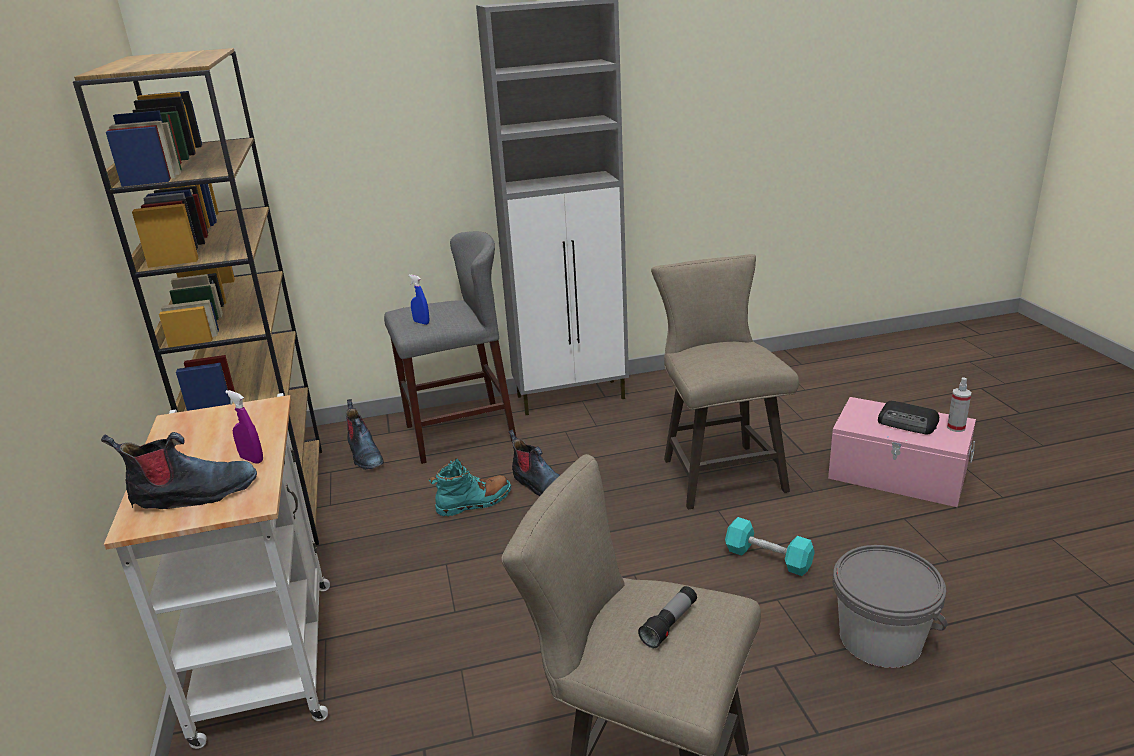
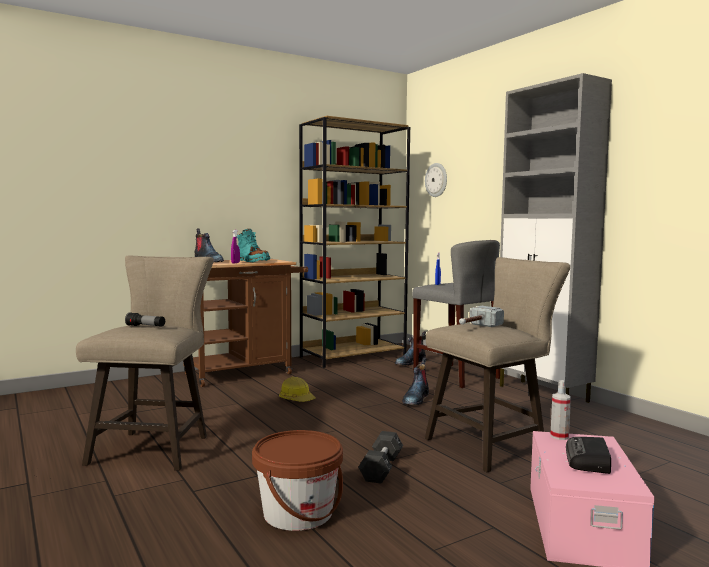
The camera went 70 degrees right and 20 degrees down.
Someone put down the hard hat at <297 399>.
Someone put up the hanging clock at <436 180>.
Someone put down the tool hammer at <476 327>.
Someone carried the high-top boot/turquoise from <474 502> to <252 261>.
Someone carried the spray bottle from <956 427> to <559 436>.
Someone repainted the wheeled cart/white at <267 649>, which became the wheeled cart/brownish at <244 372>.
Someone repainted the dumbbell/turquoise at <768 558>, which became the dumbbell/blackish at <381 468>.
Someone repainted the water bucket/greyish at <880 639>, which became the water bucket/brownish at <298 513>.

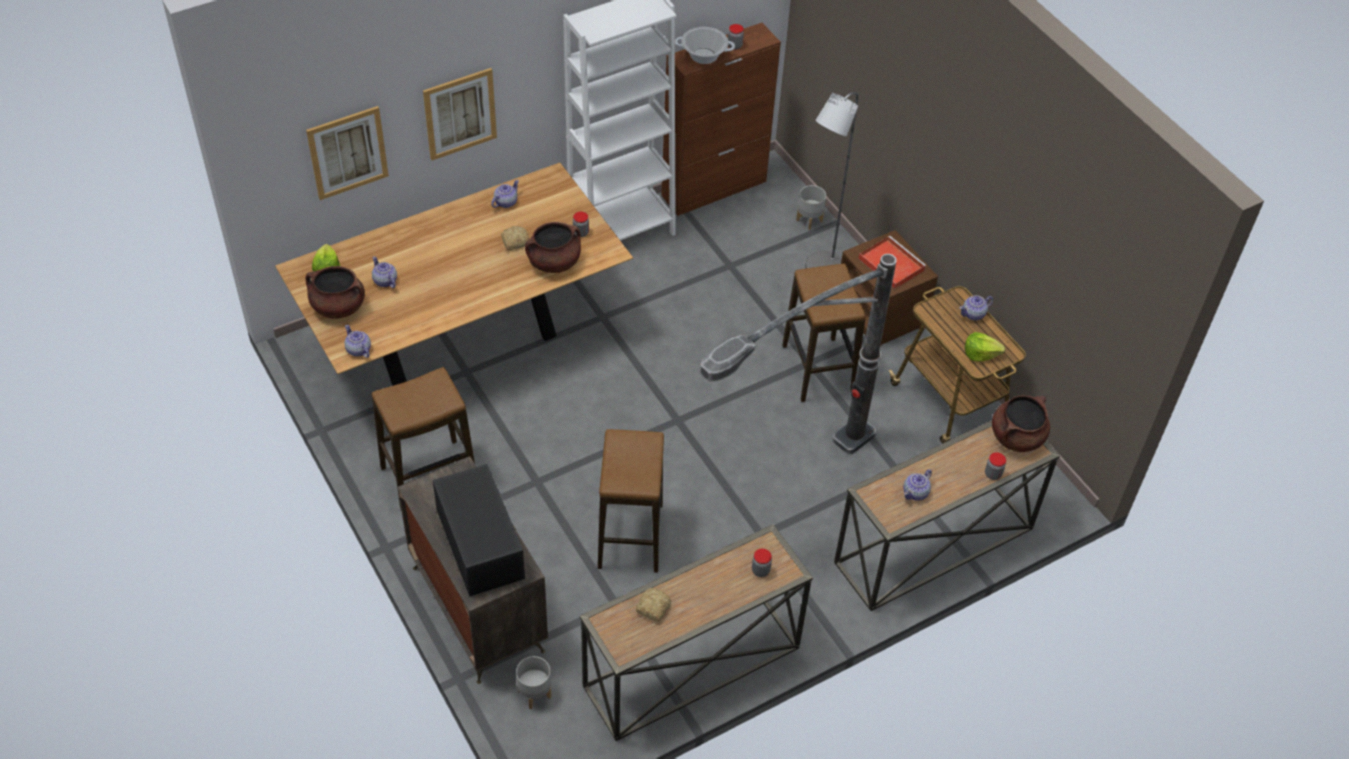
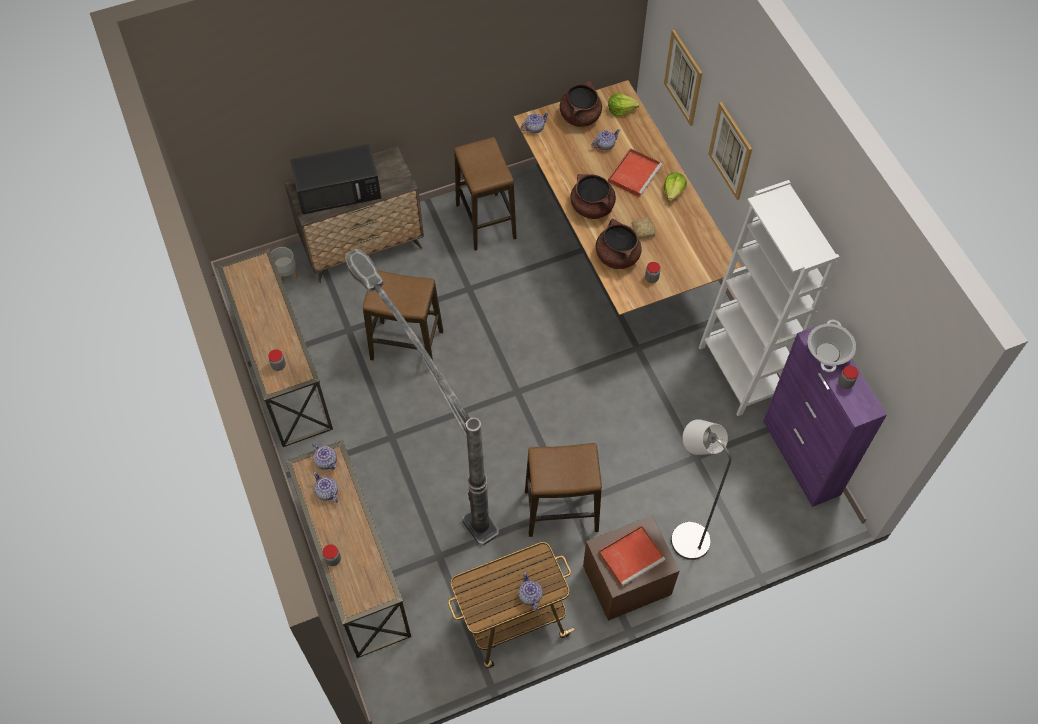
The camera went 100 degrees right and 10 degrees up.
Someone took away the baked bread at <652 608>.
Someone took away the planter/greyish at <809 220>.
Someone put down the serving tray/reddish at <634 173>.
Someone carried the tea pot from <505 202> to <326 461>.
Someone carried the lettuce head from <980 354> to <673 192>.
Someone carried the saucepot/brownish from <1017 437> to <592 207>.
Someone repainted the cabinet/brownish at <714 188>, which became the cabinet/purple at <801 458>.

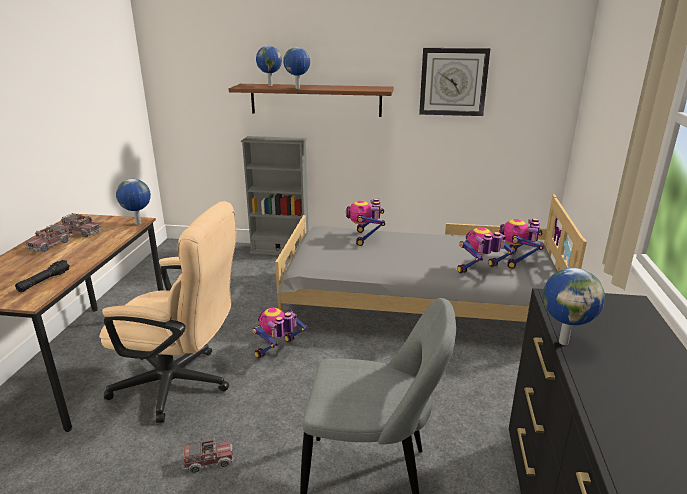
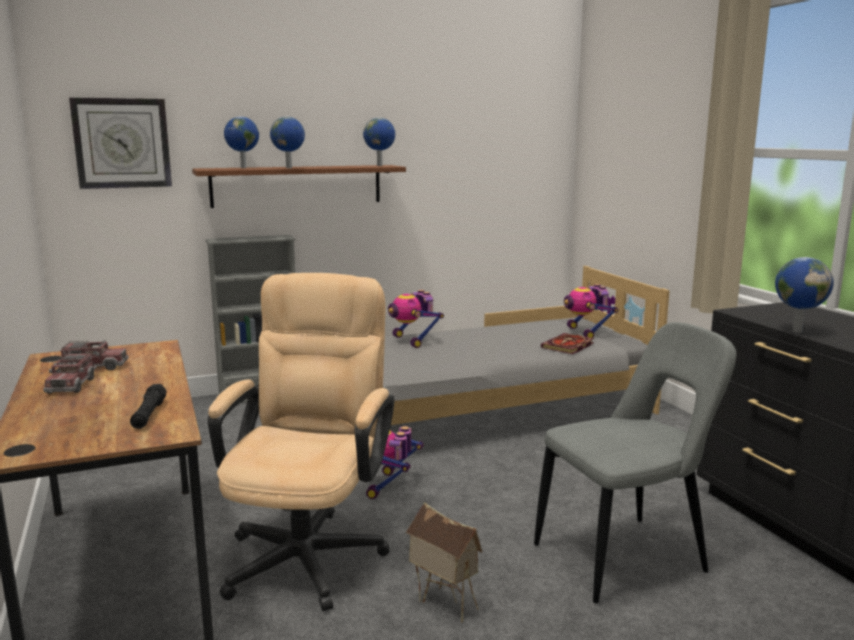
The camera went 30 degrees left and 10 degrees down.
Someone carried the globe from <138 224> to <380 166>.
Someone carried the hanging clock from <453 82> to <122 143>.
Someone swapped the toy lorry at <208 461> for the toy house at <443 604>.
Someone swapped the toy robot at <480 272> for the volume at <568 346>.
Someone rotated the office chair/beige at <182 384> by 60 degrees counterclockwise.

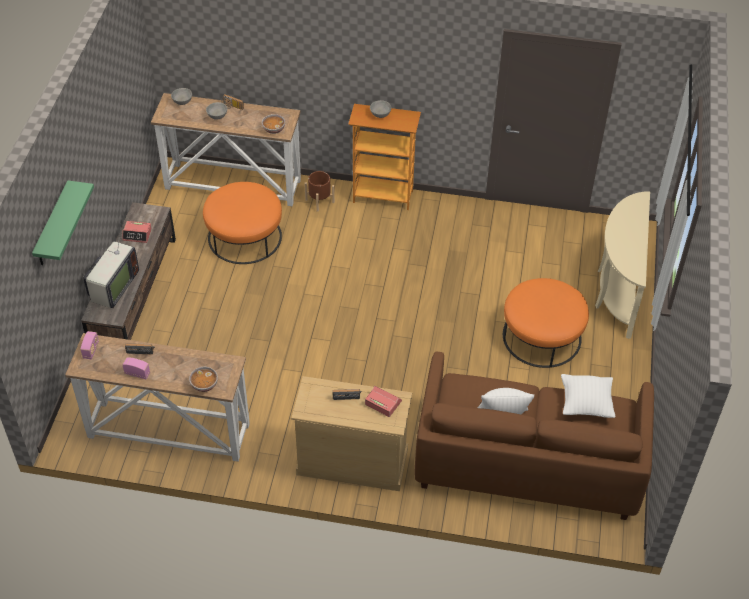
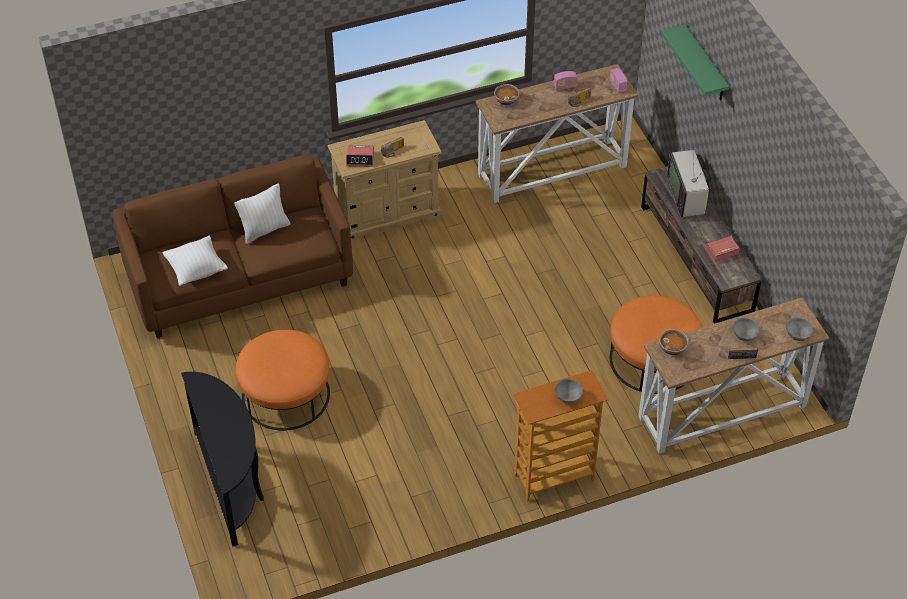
The camera went 150 degrees right and 0 degrees up.
Someone took away the planter/brownish at <319 201>.
Someone repainted the console table/beige at <616 290>, which became the console table/blackish at <232 483>.

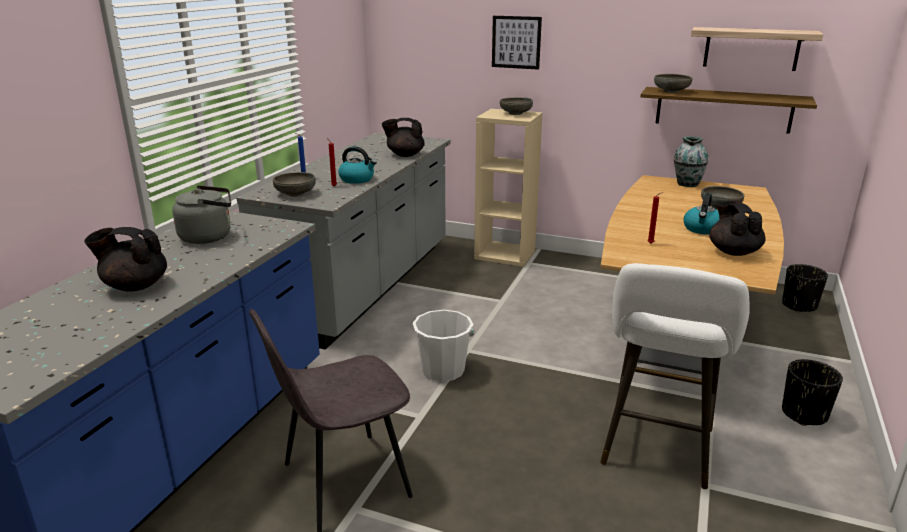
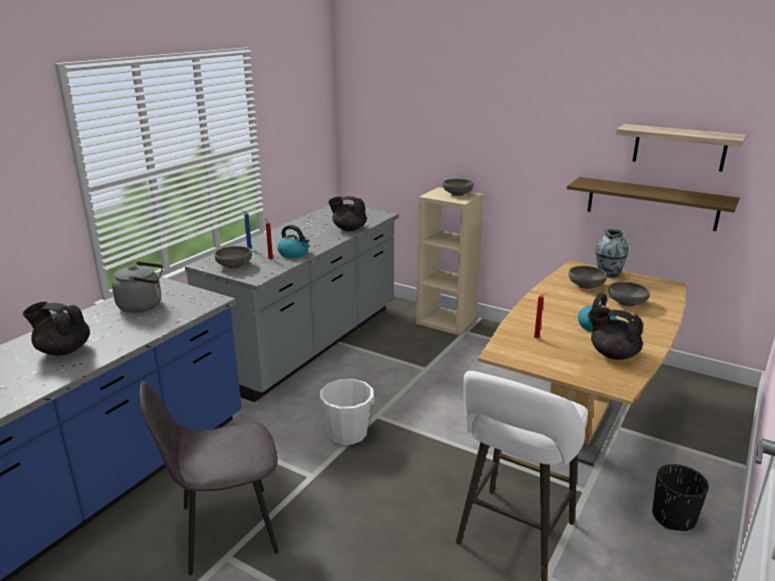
The camera went 10 degrees right and 0 degrees up.
Someone took away the wall picture at <516 42>.
Someone took away the planter/blackish at <799 306>.
Someone carried the bowl/greyish from <671 91> to <585 286>.
Someone rotated the tea pot/blackish at <733 251> by 60 degrees counterclockwise.

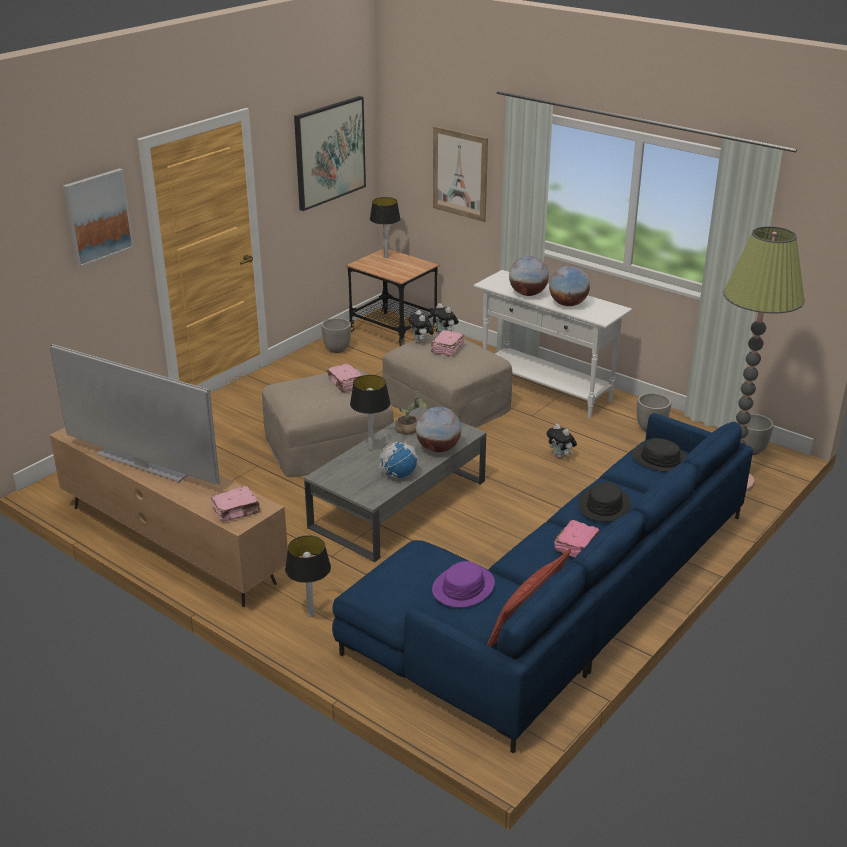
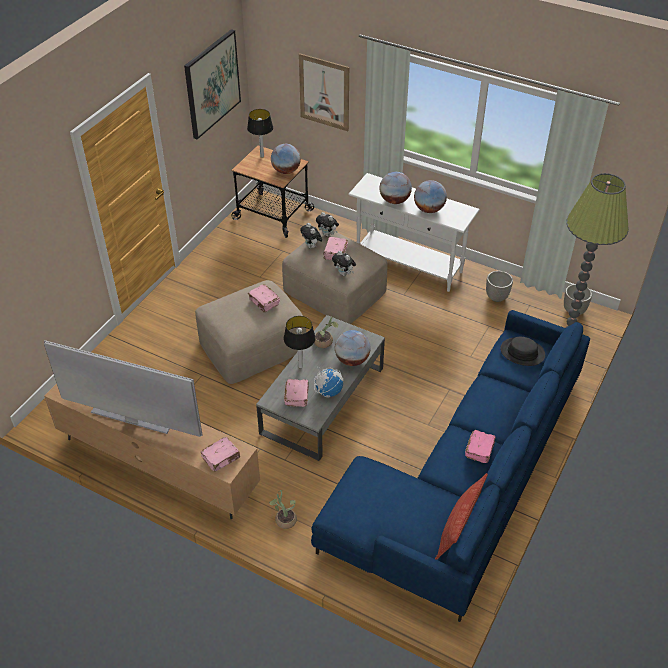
The camera went 10 degrees left and 15 degrees up.
Someone took away the wall picture at <97 216>.
Someone took away the planter at <337 349>.
Someone took away the hat/purple at <463 587>.
Someone took away the hat/blackish at <604 505>.
Someone put down the globe at <286 171>.
Someone put down the volume/pink-coloured at <297 396>.
Someone carried the cuddly toy from <560 456> to <344 274>.
Someone swapped the lamp for a table at <310 614> for the houseplant at <284 519>.

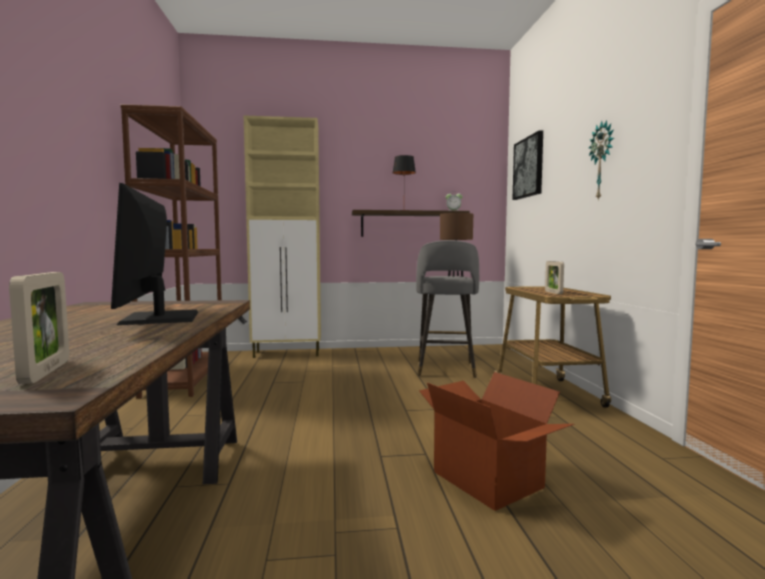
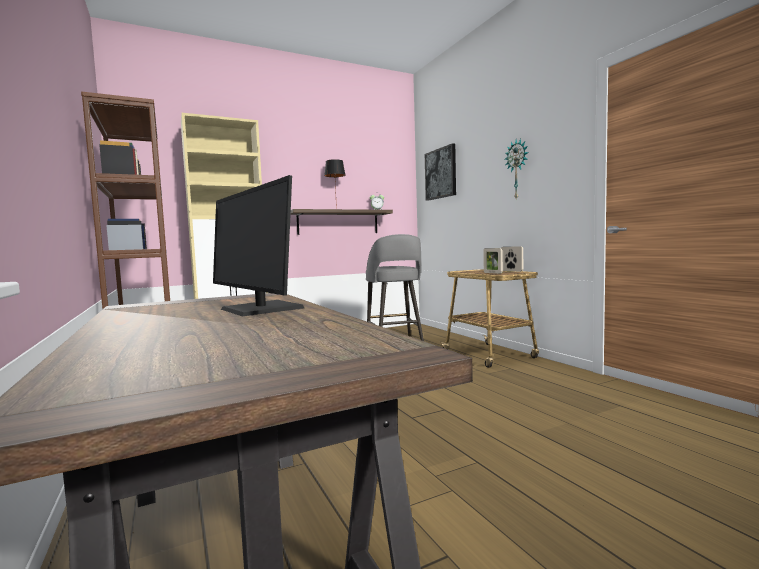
The camera went 20 degrees left and 0 degrees up.
Someone took away the carton at <489 479>.
Someone took away the lamp for a table/brownish at <455 276>.
Someone carried the photo frame from <46 371> to <511 271>.

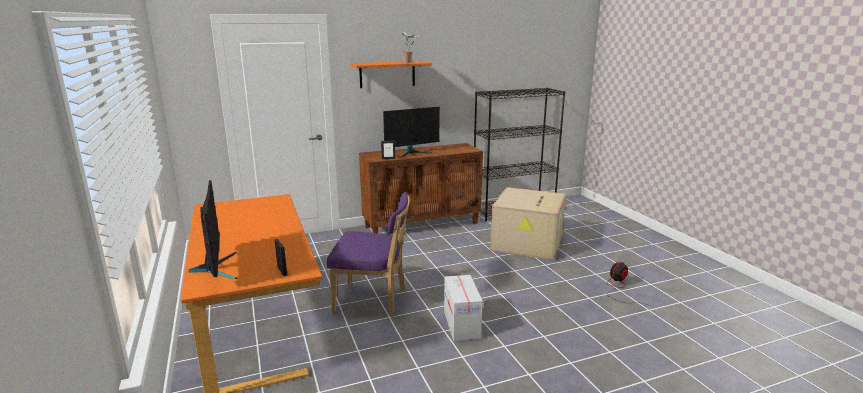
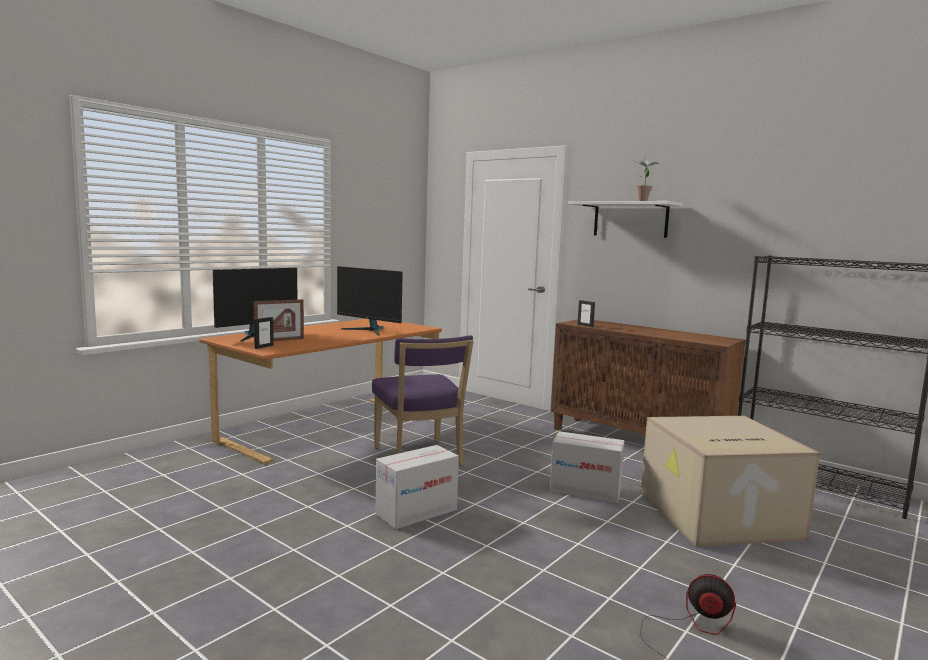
The camera went 60 degrees right and 10 degrees down.
Someone put down the photo frame at <279 340>.
Someone put down the carton at <585 490>.
Someone carried the computer screen from <412 153> to <369 330>.
Someone repainted the shelf/orange at <387 74>, which became the shelf/white at <630 219>.

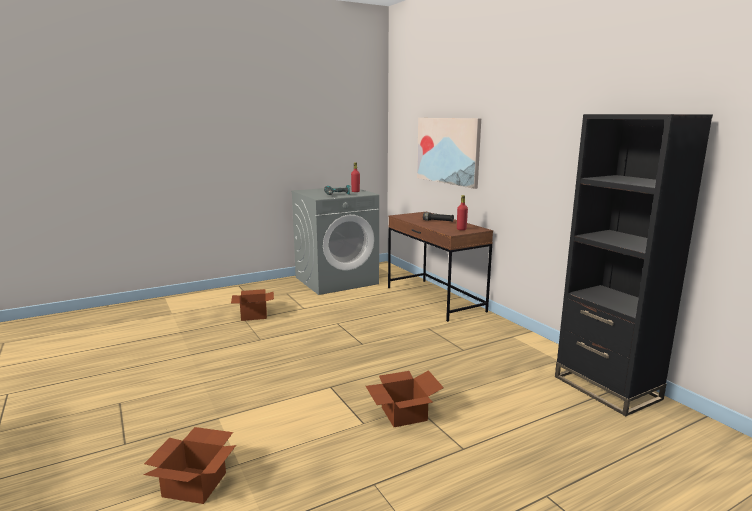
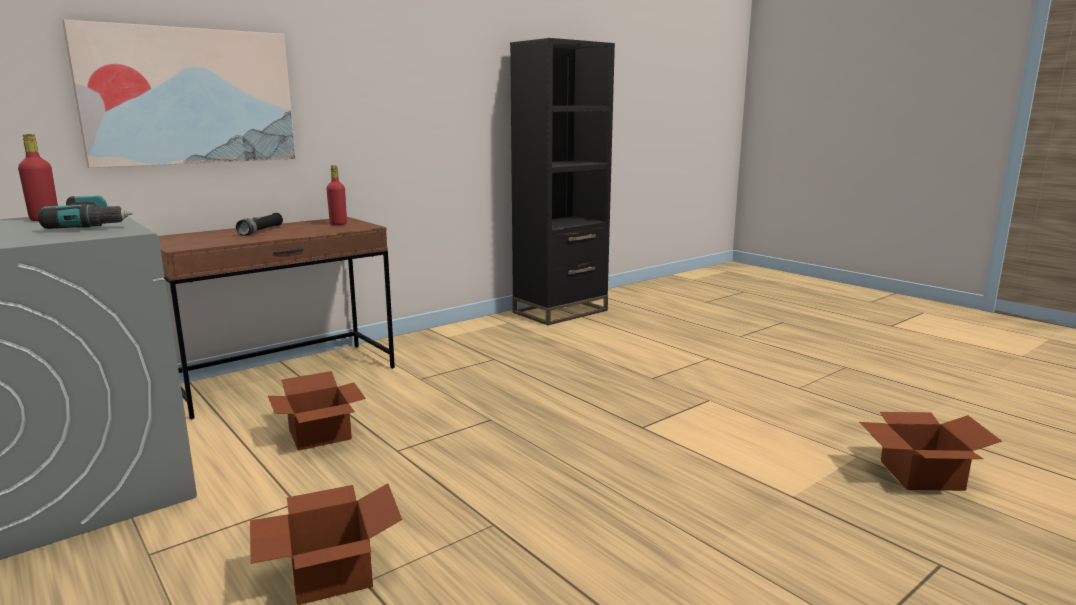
The camera went 100 degrees left and 0 degrees up.
Someone carried the carton from <402 413> to <319 435>.

